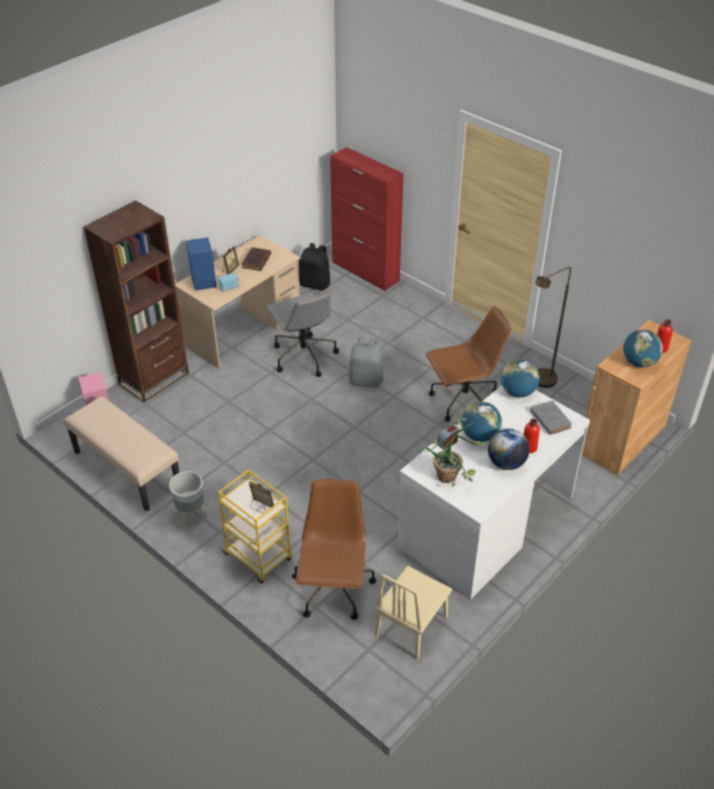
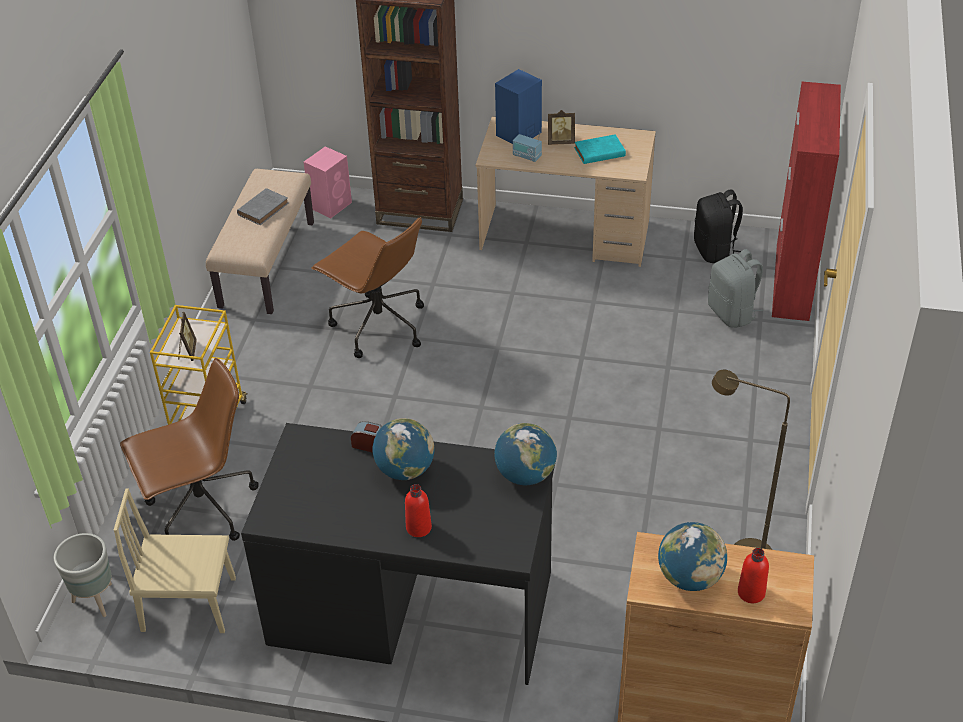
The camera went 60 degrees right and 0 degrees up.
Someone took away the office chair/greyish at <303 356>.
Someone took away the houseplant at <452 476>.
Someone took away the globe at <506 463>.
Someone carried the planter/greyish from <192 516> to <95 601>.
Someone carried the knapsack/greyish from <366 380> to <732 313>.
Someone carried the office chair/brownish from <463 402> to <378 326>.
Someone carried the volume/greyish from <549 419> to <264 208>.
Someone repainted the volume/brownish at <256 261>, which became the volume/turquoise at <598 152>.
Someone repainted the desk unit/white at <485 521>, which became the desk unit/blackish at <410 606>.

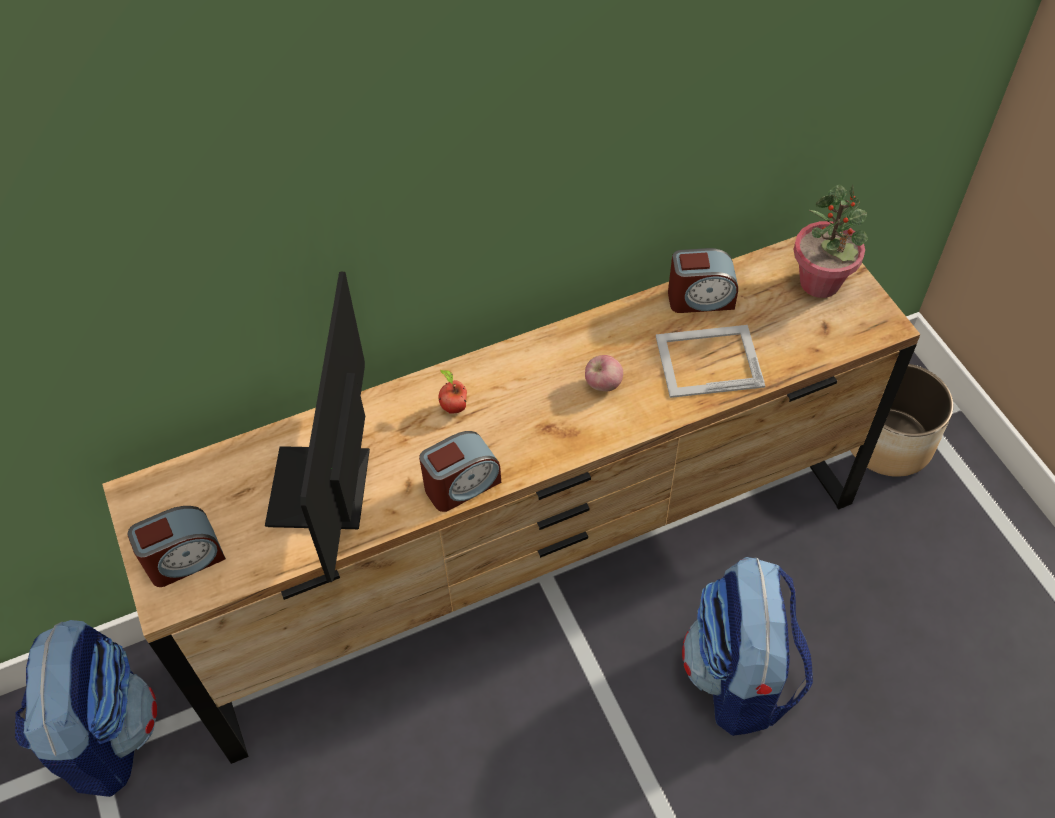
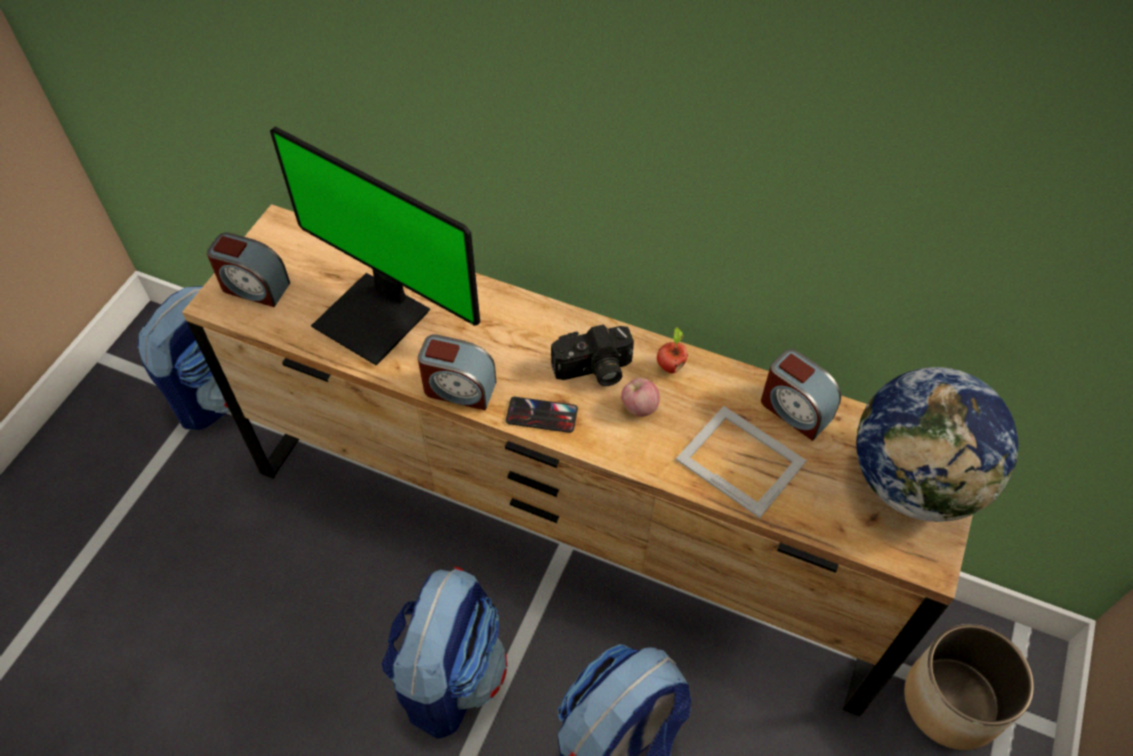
The camera went 45 degrees right and 0 degrees up.
Someone put down the knapsack at <450 674>.
Someone put down the handset at <541 415>.
Someone put down the photo camera at <594 370>.
Someone carried the whole apple from <453 407> to <670 366>.
Someone swapped the houseplant at <820 283> for the globe at <914 482>.
Someone rotated the computer screen at <325 491> by 105 degrees counterclockwise.

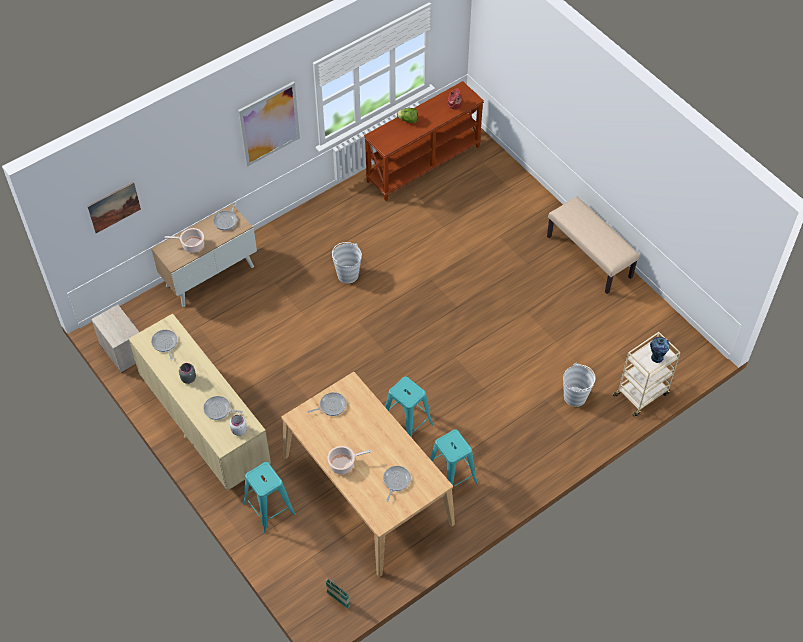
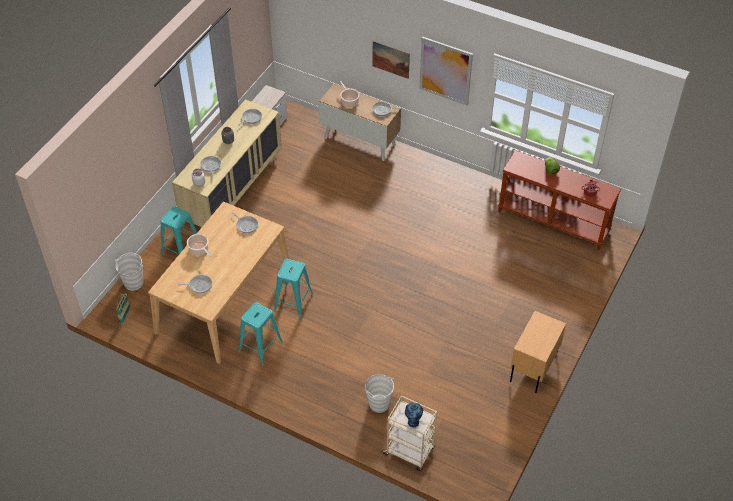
The camera went 65 degrees right and 5 degrees down.
Someone carried the wall picture from <114 207> to <391 59>.
Someone carried the water bucket/white from <347 274> to <134 283>.
Someone swapped the long seat/beige at <590 257> for the night table/beige at <533 367>.

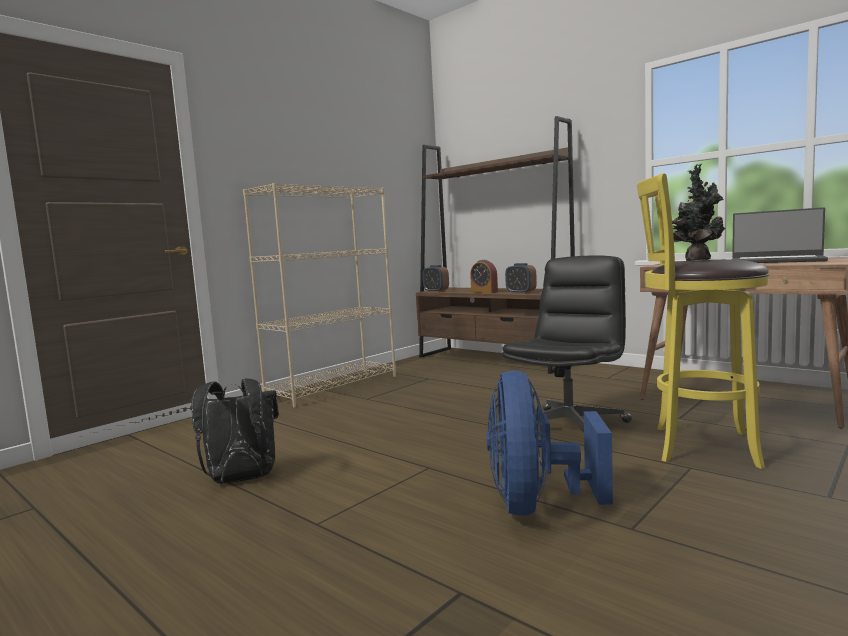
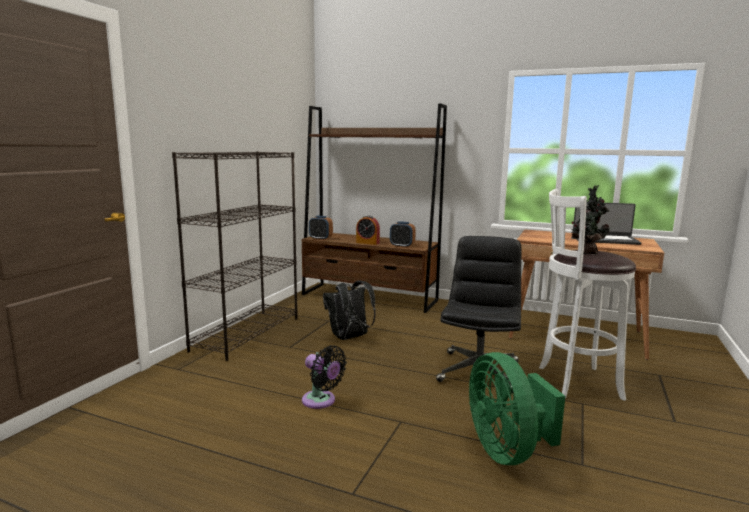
The camera went 20 degrees left and 5 degrees up.
Someone put down the cooling fan/blackish at <321 401>.
Someone carried the knapsack/blackish from <241 480> to <349 338>.
Someone repainted the shelving unit/beige at <334 387>, which became the shelving unit/blackish at <247 333>.
Someone repainted the cooling fan/blue at <537 505>, which became the cooling fan/green at <507 450>.
Someone repainted the stool seat/yellow-coloured at <697 446>, which became the stool seat/white at <574 382>.

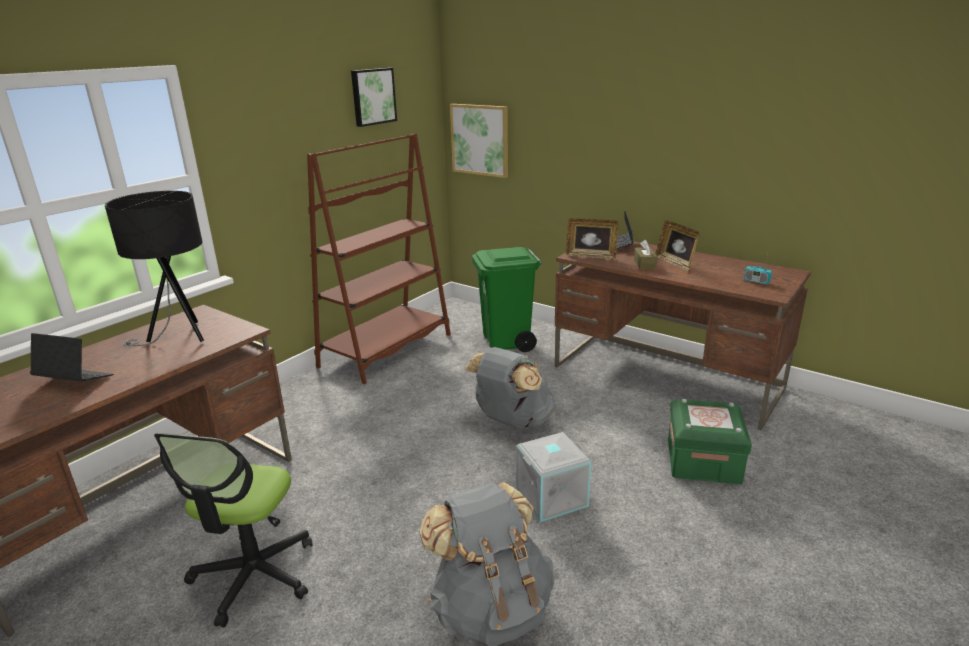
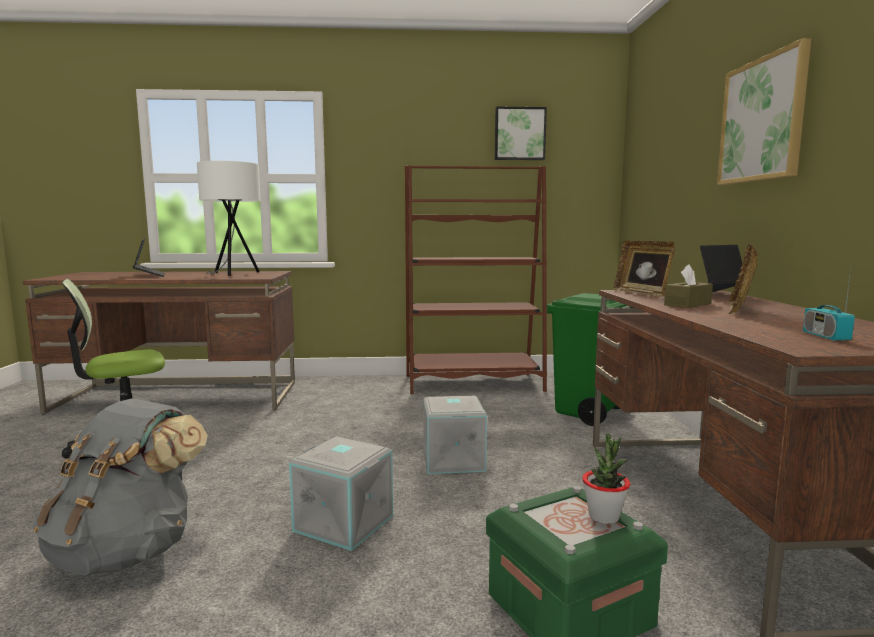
The camera went 50 degrees right and 15 degrees down.
Someone put down the houseplant at <604 517>.
Someone carried the wall picture from <480 140> to <762 120>.
Someone swapped the knapsack/greyish at <512 421> for the storage container/greyish at <452 460>.
Someone repainted the lamp for a table/blackish at <179 336>, which became the lamp for a table/white at <233 274>.

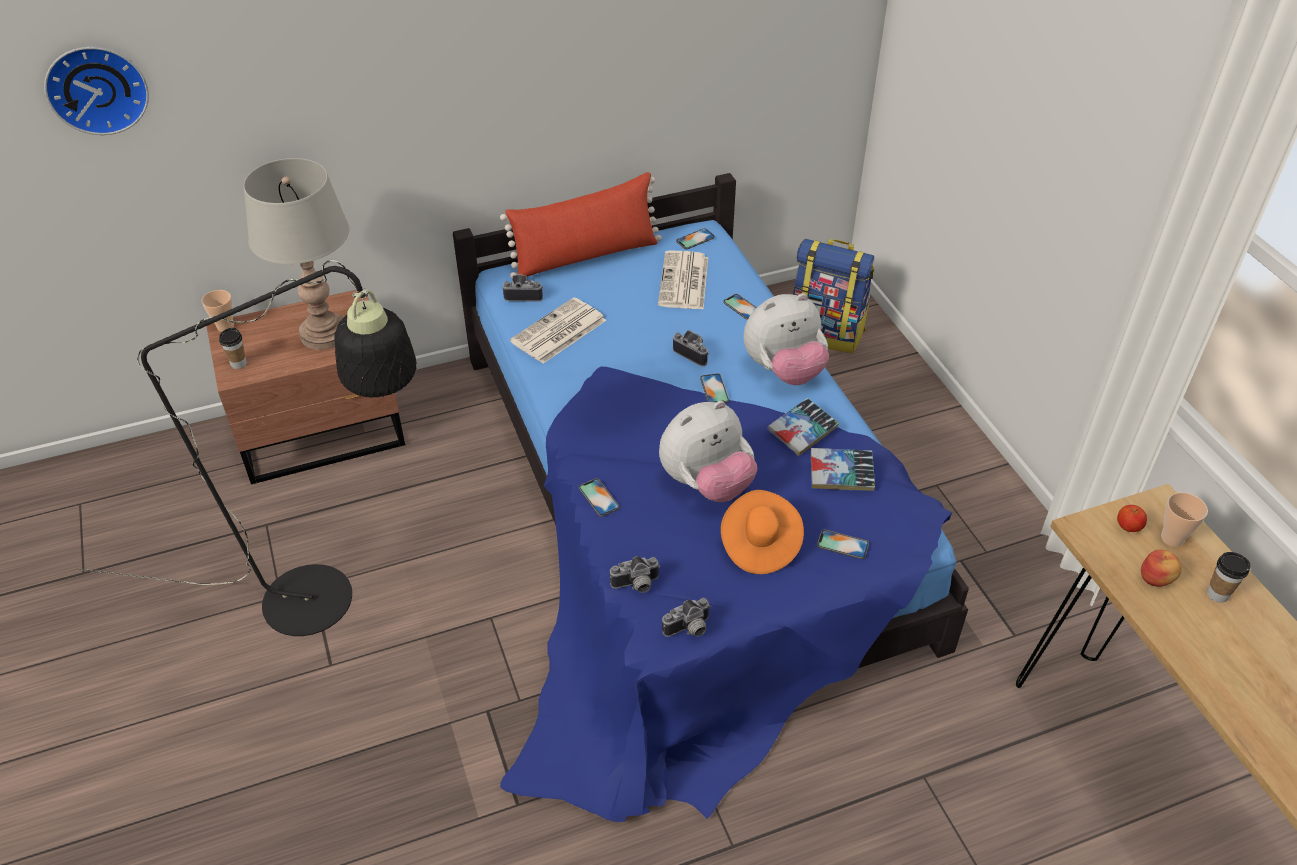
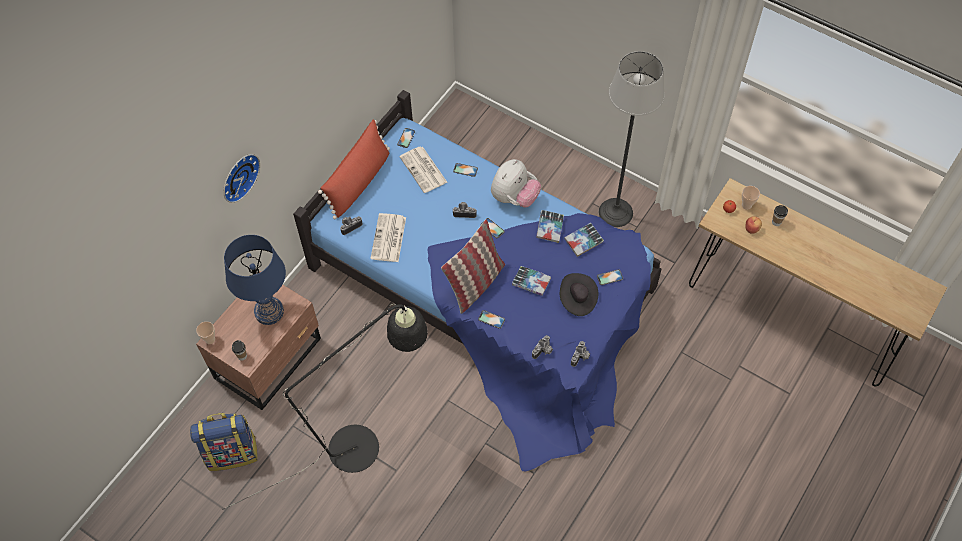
The camera went 35 degrees left and 15 degrees up.
Someone put down the cushion at <475 284>.
Someone put down the standard lamp at <615 212>.
Someone carried the hanging clock from <97 88> to <238 176>.
Someone carried the knapsack from <826 333> to <232 452>.
Someone swapped the cuddly toy at <706 484> for the volume at <531 282>.
Someone repainted the lamp for a table/greyish at <324 335>, which became the lamp for a table/blue at <269 312>.
Someone repainted the hat/orange at <759 545>, which became the hat/blackish at <577 299>.

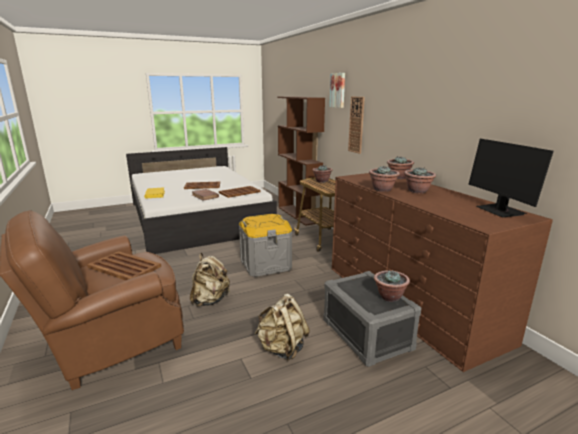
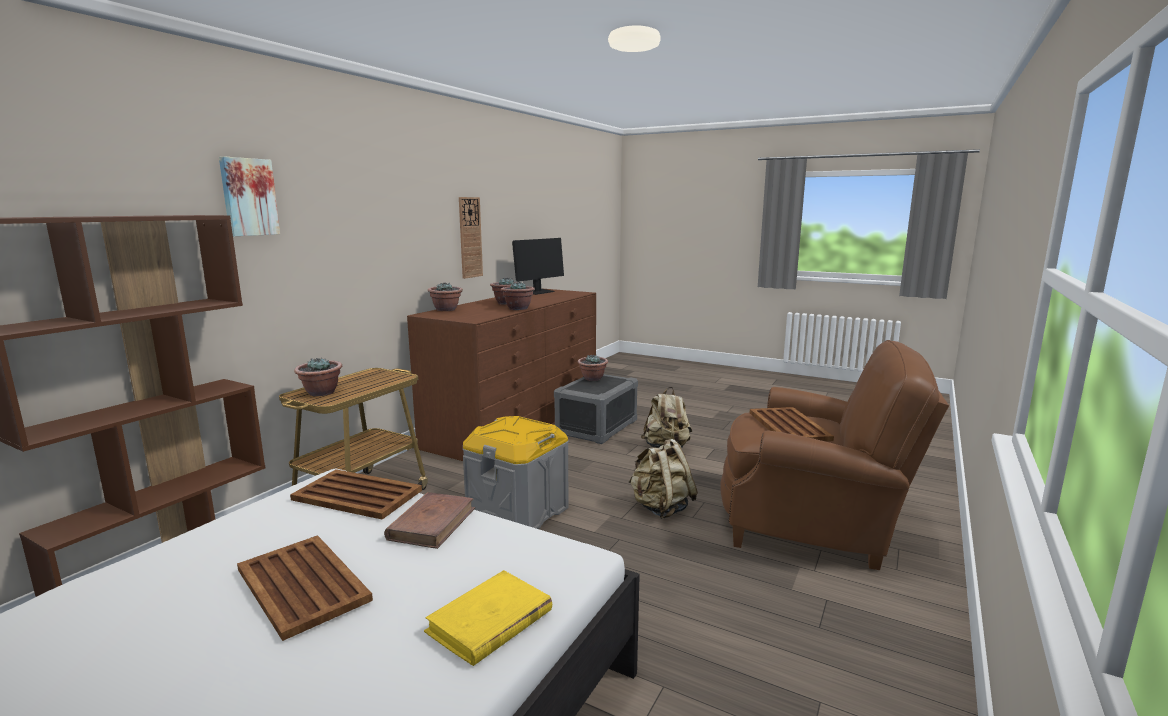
The camera went 125 degrees left and 5 degrees down.
Someone carried the hanging clock from <356 125> to <470 237>.

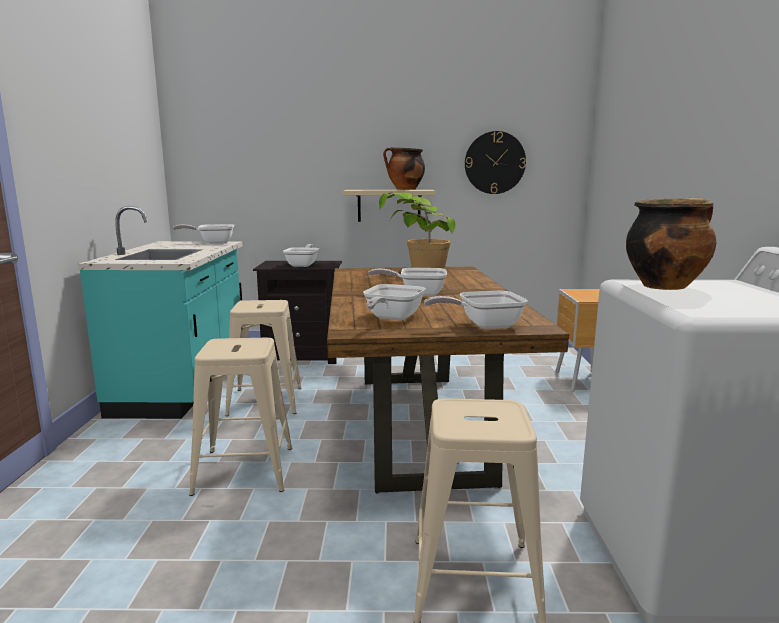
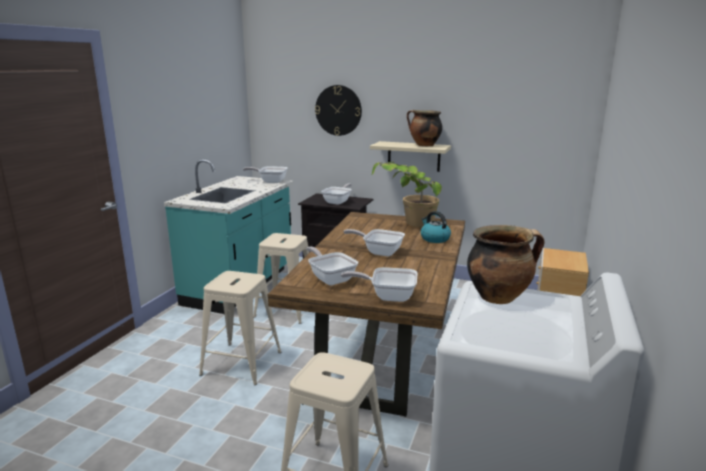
The camera went 20 degrees right and 5 degrees up.
Someone put down the water kettle at <434 239>.
Someone carried the hanging clock from <494 163> to <338 110>.
Someone rotated the frying pan at <391 318> by 105 degrees clockwise.

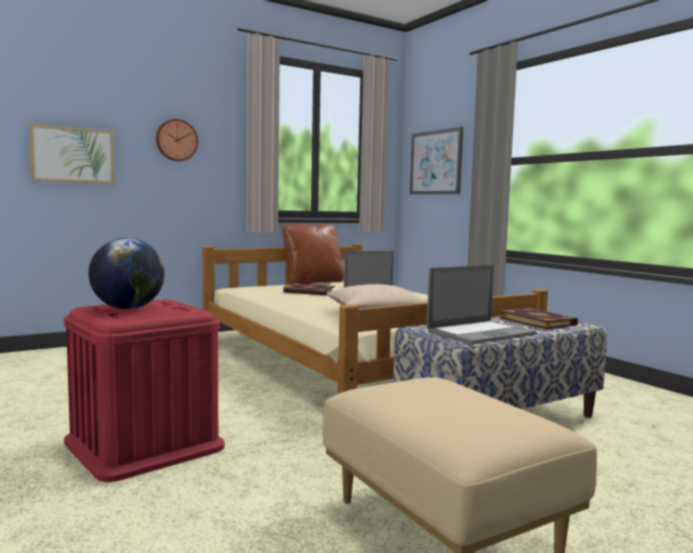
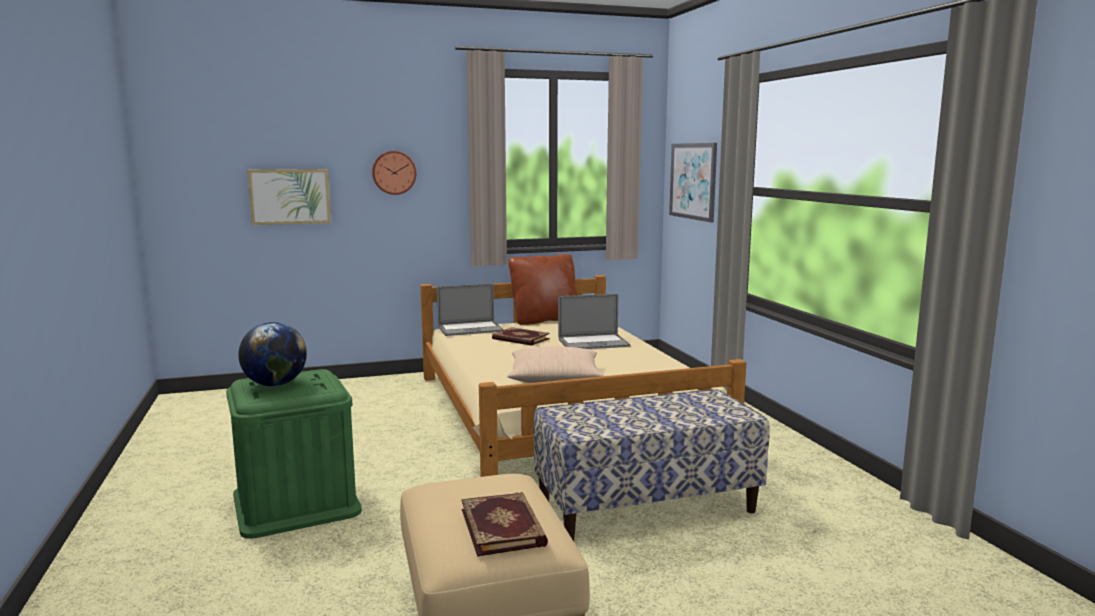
The camera went 15 degrees right and 5 degrees up.
Someone carried the notebook computer from <480 333> to <470 329>.
Someone carried the volume from <538 321> to <504 527>.
Someone repainted the storage container/reddish at <144 444>, which became the storage container/green at <296 503>.

